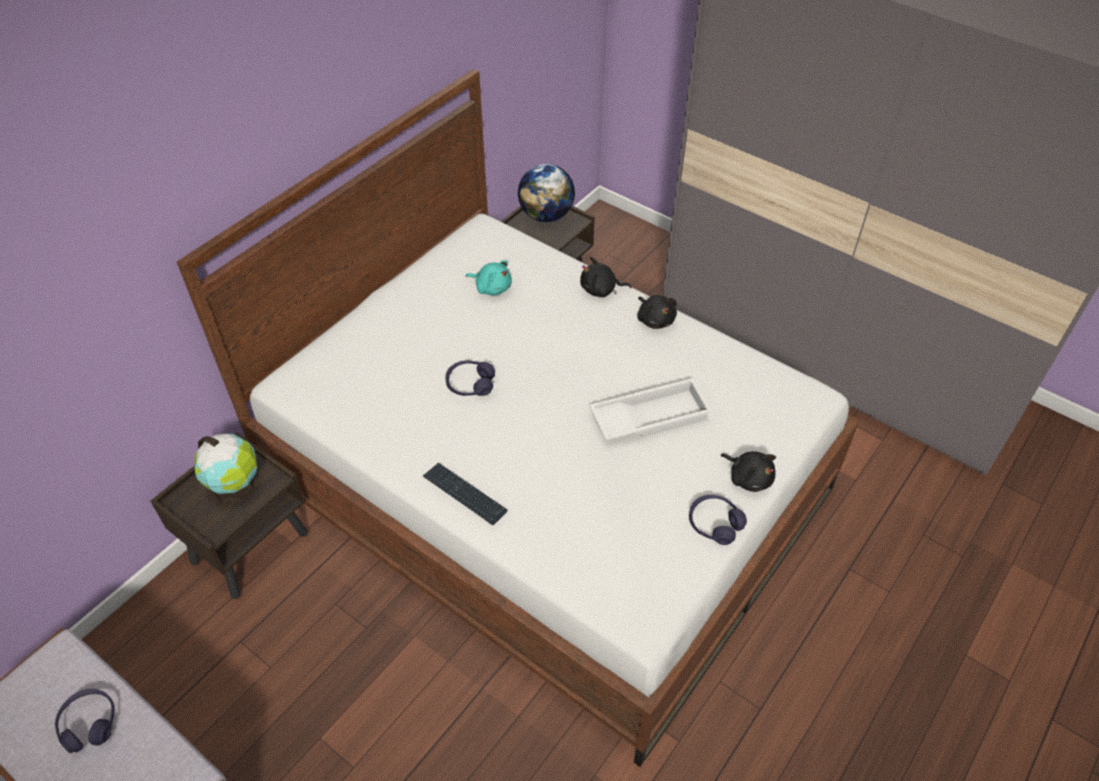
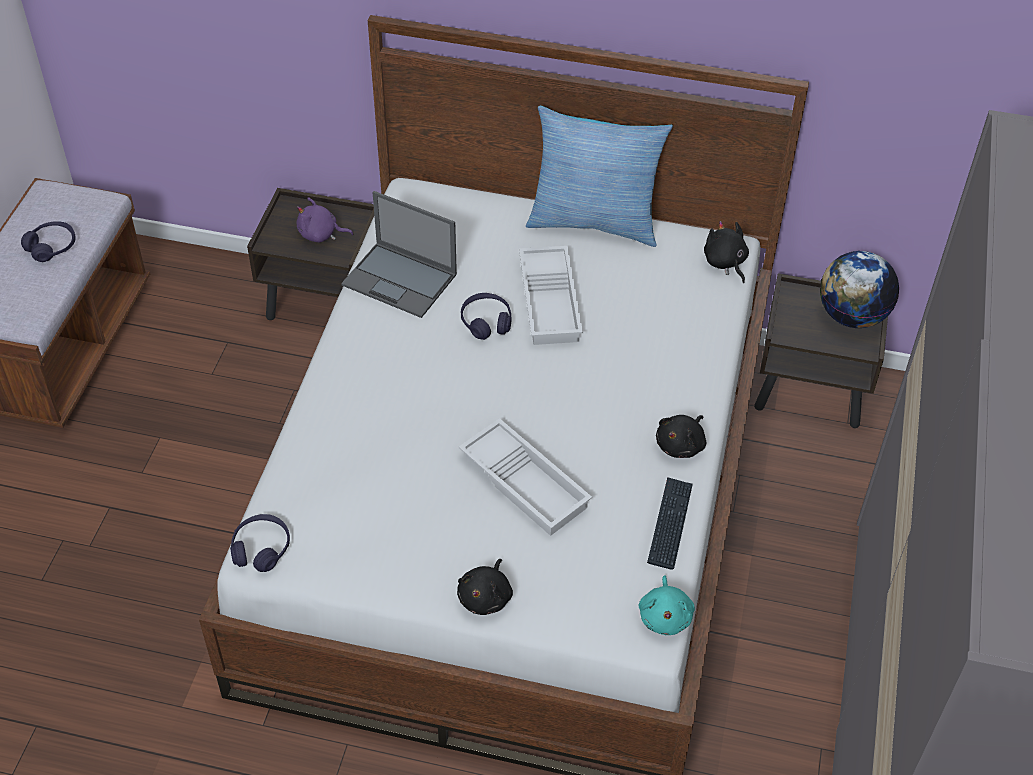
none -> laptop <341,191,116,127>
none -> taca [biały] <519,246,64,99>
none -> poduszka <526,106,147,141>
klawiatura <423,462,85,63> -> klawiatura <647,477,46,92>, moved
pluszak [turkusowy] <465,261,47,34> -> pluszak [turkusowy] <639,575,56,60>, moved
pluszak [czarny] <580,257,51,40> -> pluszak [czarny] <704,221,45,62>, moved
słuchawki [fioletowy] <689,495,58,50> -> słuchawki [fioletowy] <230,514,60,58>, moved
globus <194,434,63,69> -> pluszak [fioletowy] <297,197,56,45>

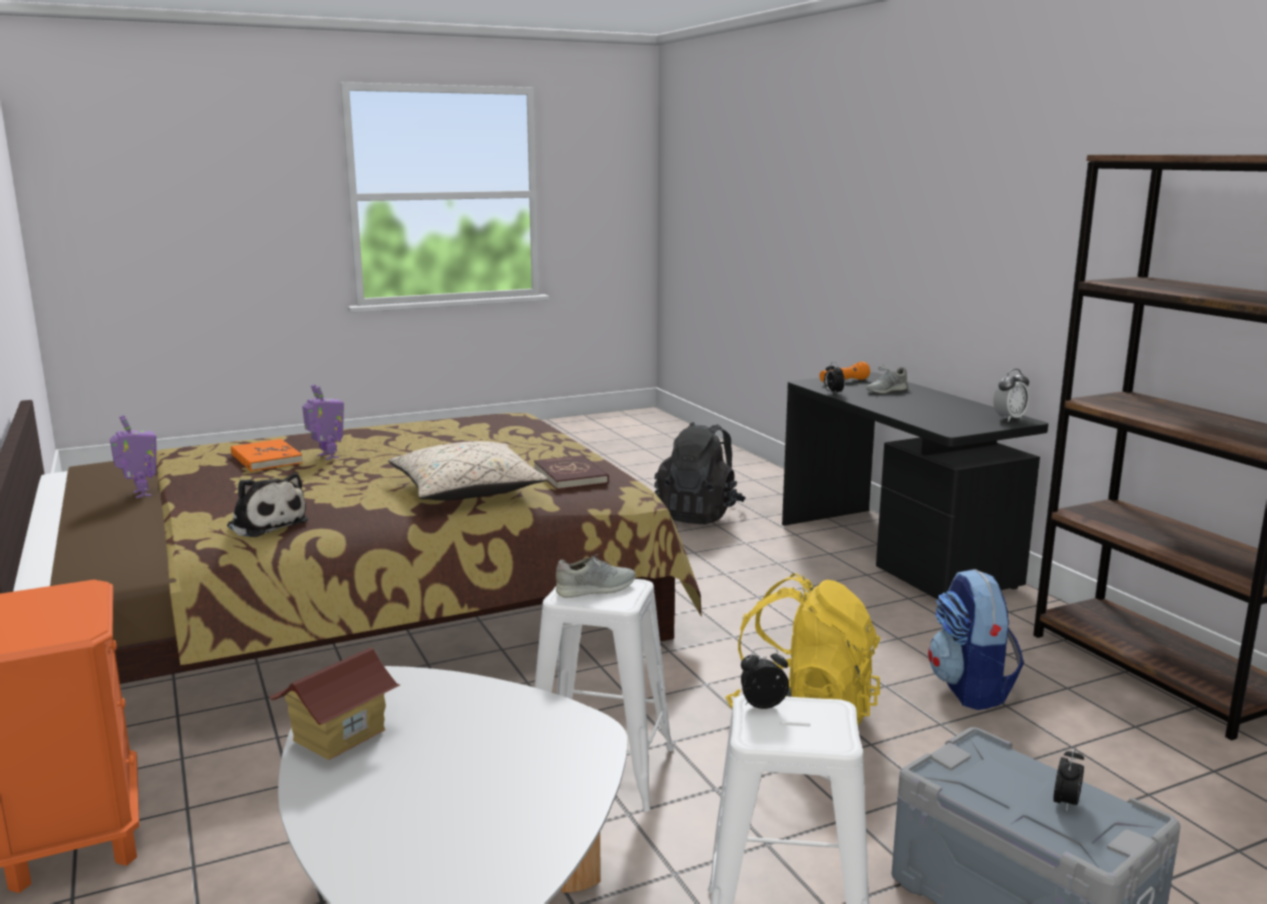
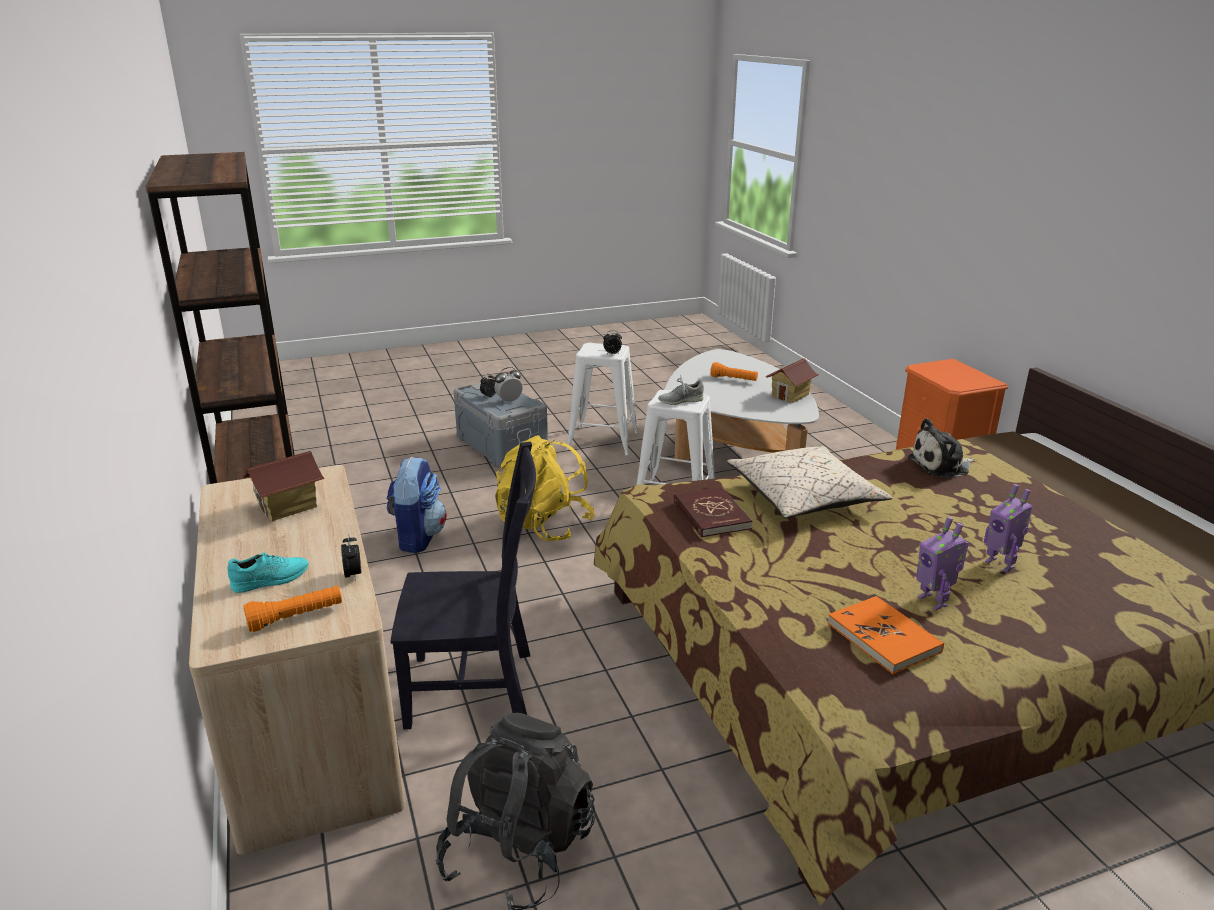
none -> domek <241,451,84,70>
none -> krzesło [czarny] <390,442,146,287>
none -> latarka [pomarańczowy] <710,362,48,19>
robot zabawkowy <110,415,47,83> -> robot zabawkowy <916,517,53,93>, moved
książka [pomarańczowy] <231,439,72,33> -> książka [pomarańczowy] <827,596,117,78>, moved
budzik <993,369,37,53> -> budzik <495,367,28,36>, moved
biurko [czarny] <782,372,266,227> -> biurko [beżowy] <189,465,216,390>
but [szary] <867,362,40,32> -> but [turkusowy] <227,552,81,41>
pluszak <227,473,81,64> -> pluszak <908,418,66,60>, 60 degrees counterclockwise

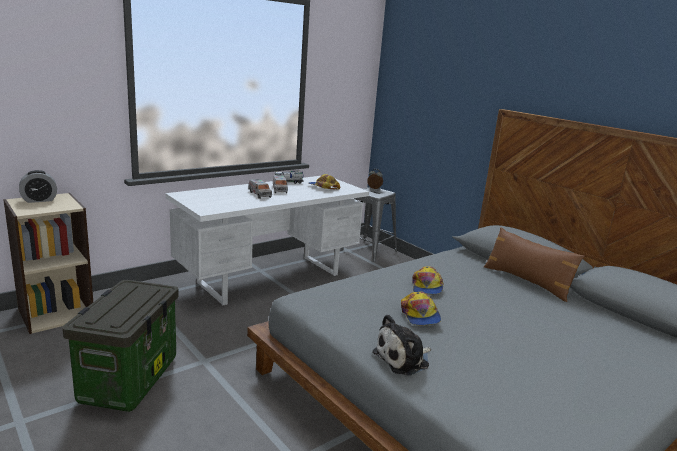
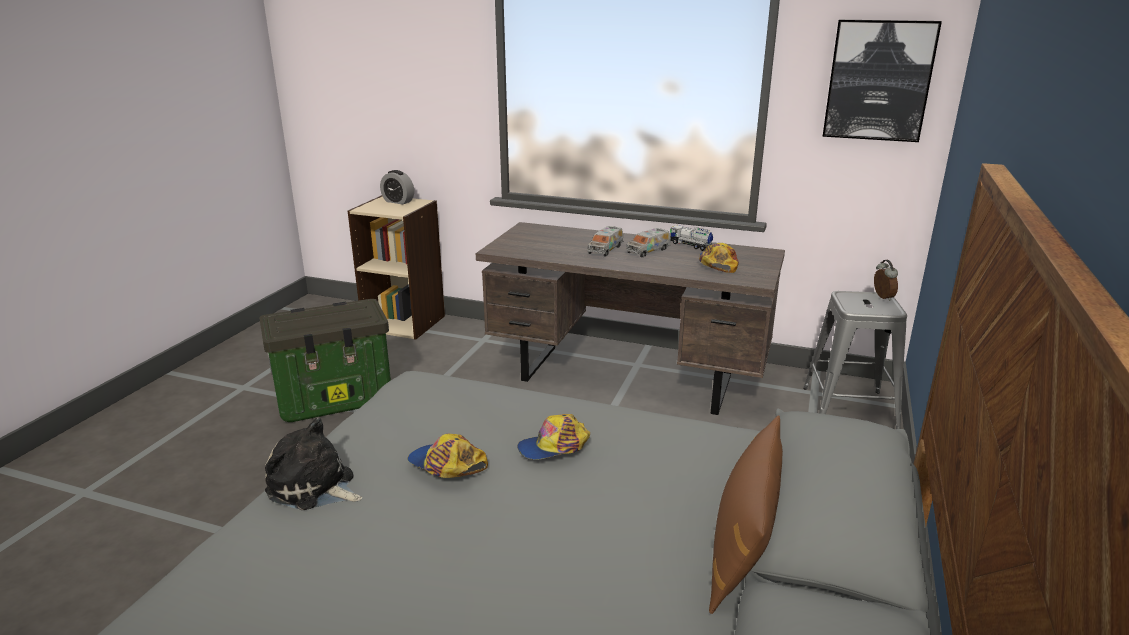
none -> obraz <822,20,120,122>
biurko [biały] <166,176,203,129> -> biurko [brązowy] <476,222,309,193>
czapka z daszkiem <401,292,40,34> -> czapka z daszkiem <407,434,81,44>, 75 degrees clockwise

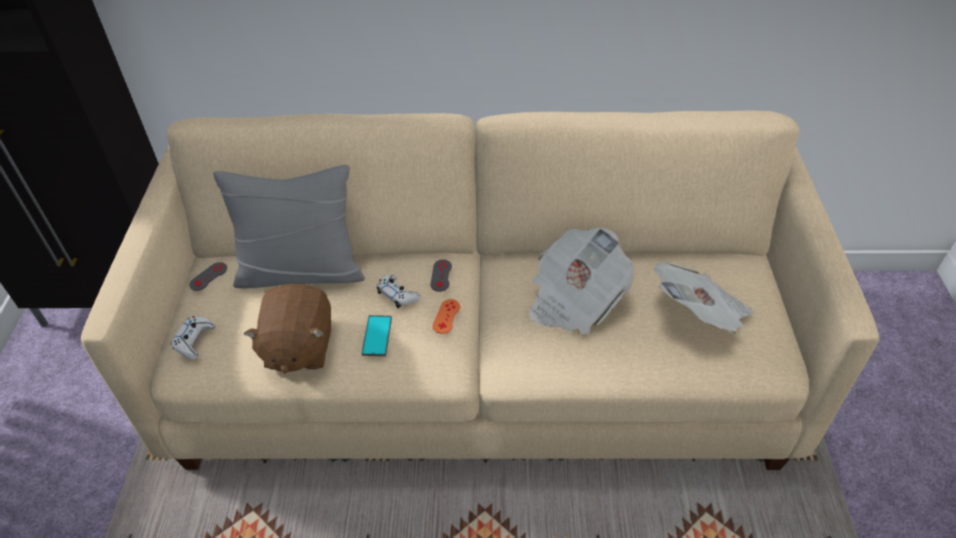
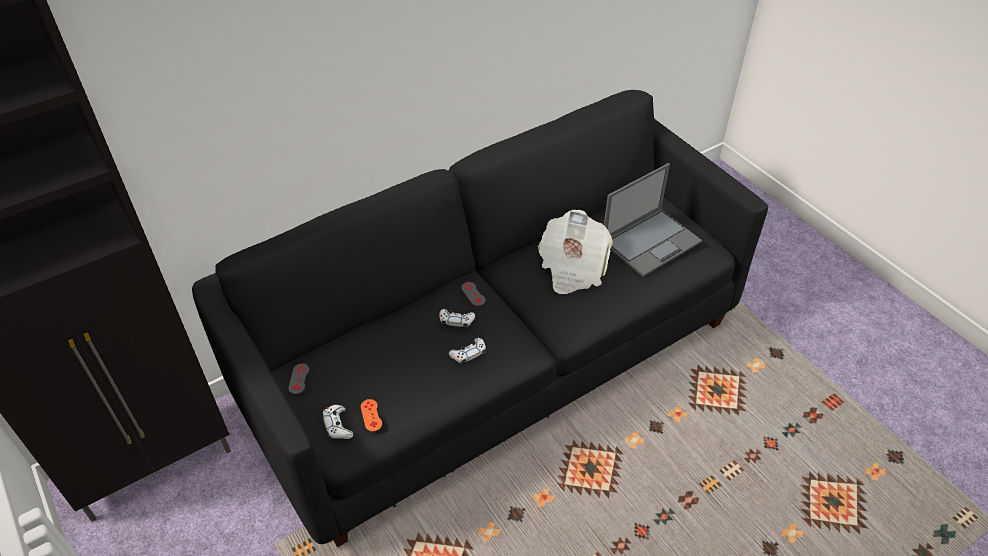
poduszka [szary] <213,165,152,123> -> none
pluszak [brązowy] <244,283,87,91> -> none
pad do gier [pomarańczowy] <433,299,27,35> -> pad do gier [pomarańczowy] <361,399,21,33>, moved
telefon <362,315,30,41> -> pad do gier [biały] <449,338,37,27>
gazeta <654,261,100,72> -> laptop <604,163,98,114>
kanapa [beżowy] <81,110,798,360> -> kanapa [czarny] <192,90,576,457>

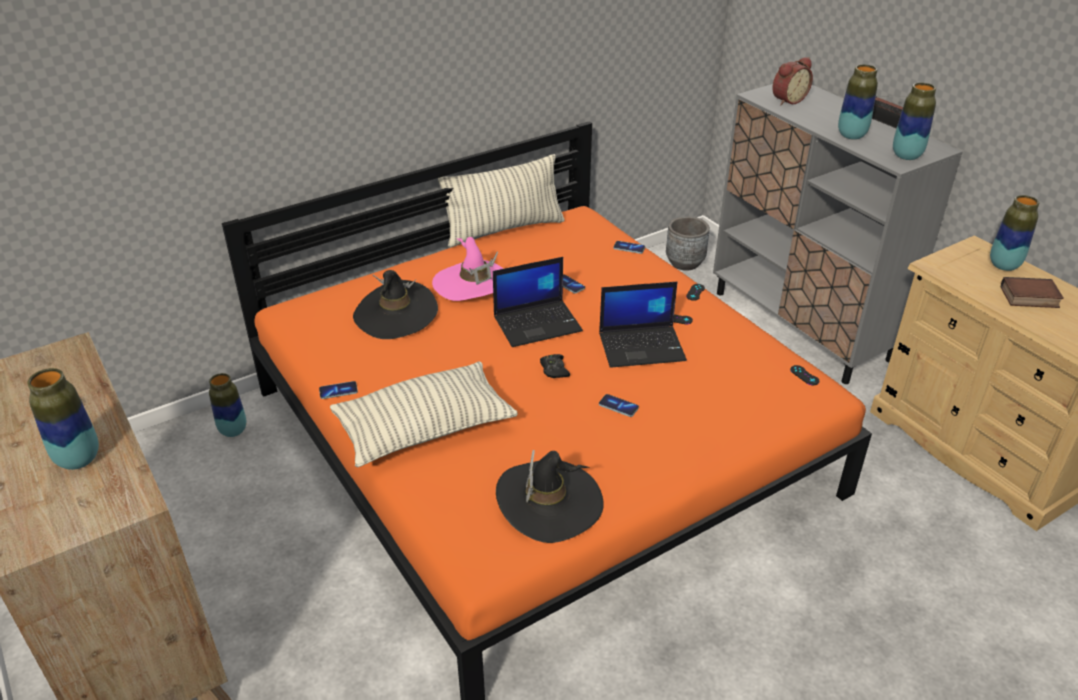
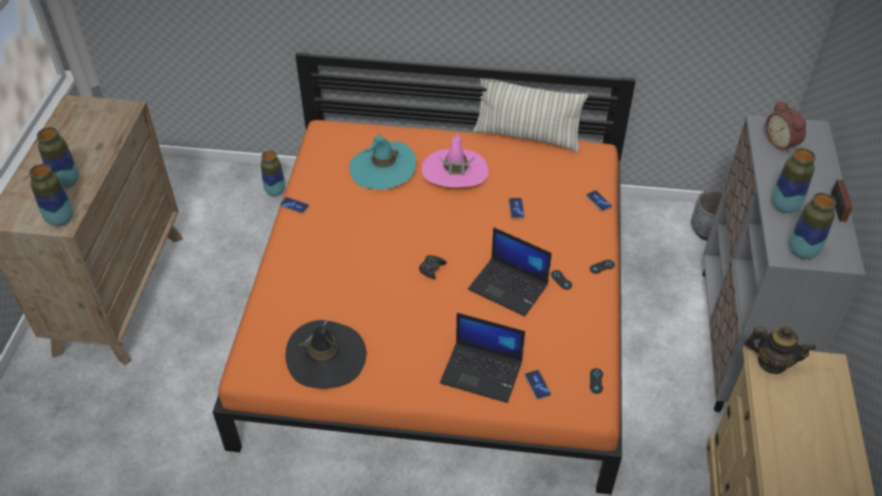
poduszka <330,361,188,106> -> none
książka <1001,277,63,31> -> none
none -> imbryk <745,326,71,48>
laptop <493,257,90,90> -> laptop <440,313,85,90>, moved
telefon <599,394,40,23> -> telefon <525,370,26,30>, moved
wazon <990,195,49,76> -> wazon <29,164,44,62>, moved
kapelusz [czarny] <353,270,85,69> -> kapelusz [turkusowy] <349,133,67,57>
budzik <773,57,40,49> -> budzik <765,100,41,53>, 60 degrees clockwise

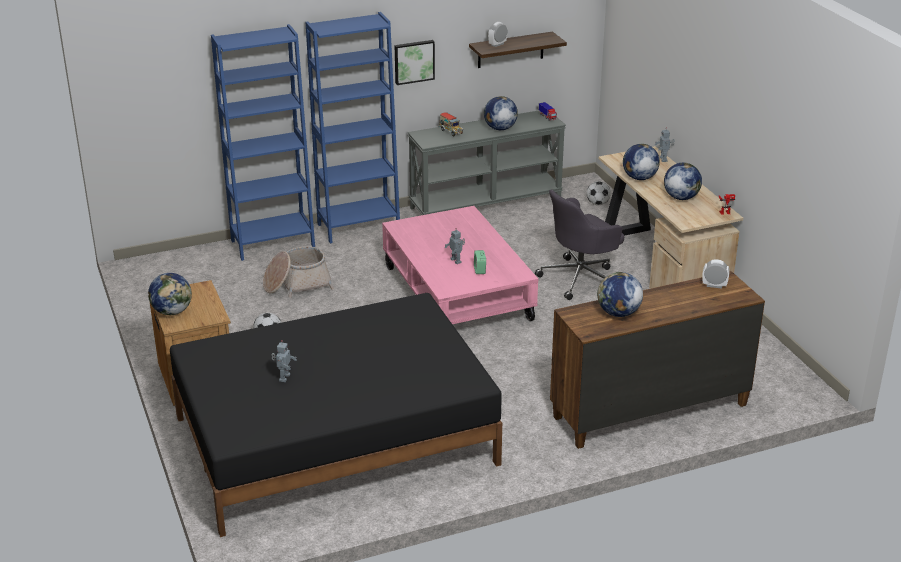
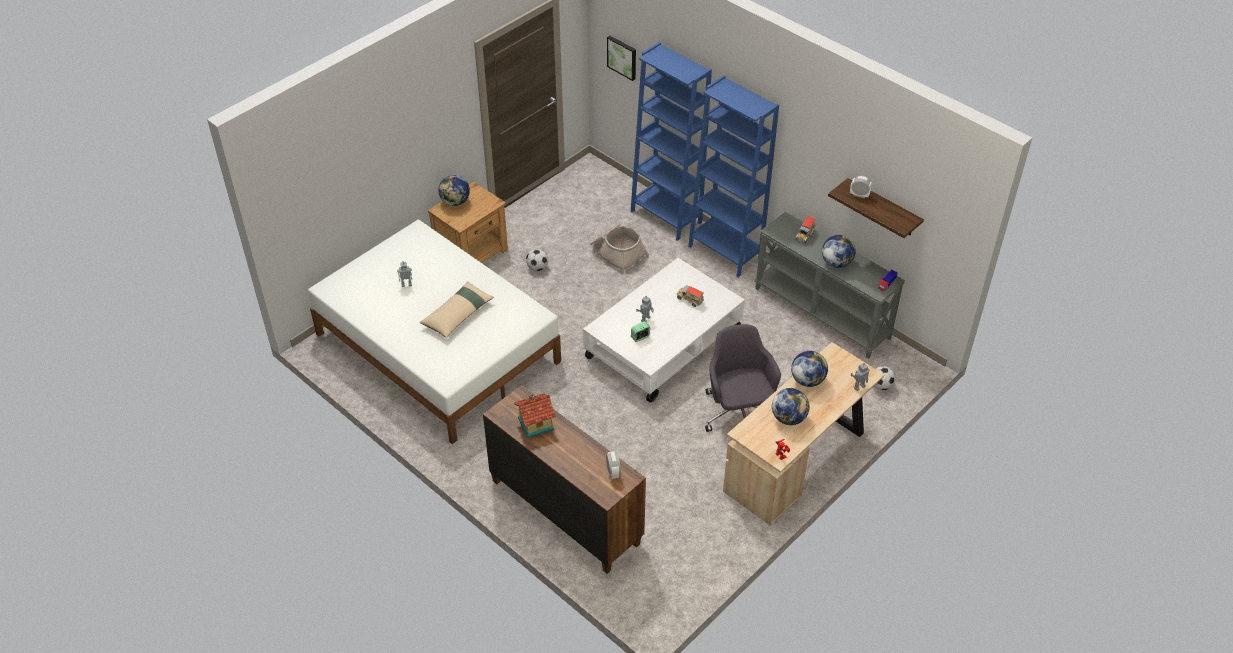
none -> poduszka [beżowy] <420,282,74,56>
none -> ciężarówka zabawkowa <676,285,28,22>
obraz <395,40,40,45> -> obraz <607,36,29,45>, moved
globus <597,272,46,45> -> domek <514,394,42,44>
łóżko [czarny] <170,293,332,244> -> łóżko [biały] <308,220,253,224>
ława [różowy] <382,206,156,118> -> ława [biały] <583,258,162,145>
krzesło biurowe [szary] <535,189,89,111> -> krzesło biurowe [szary] <705,324,76,108>, 45 degrees clockwise

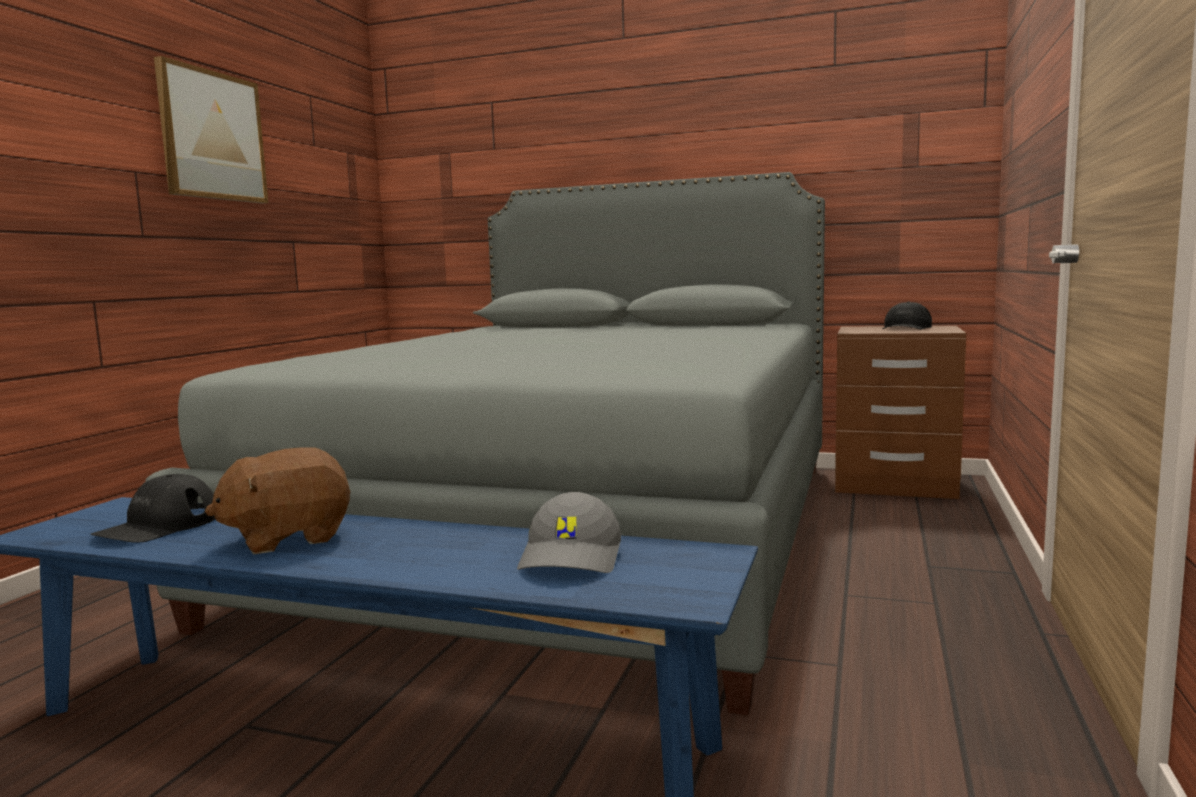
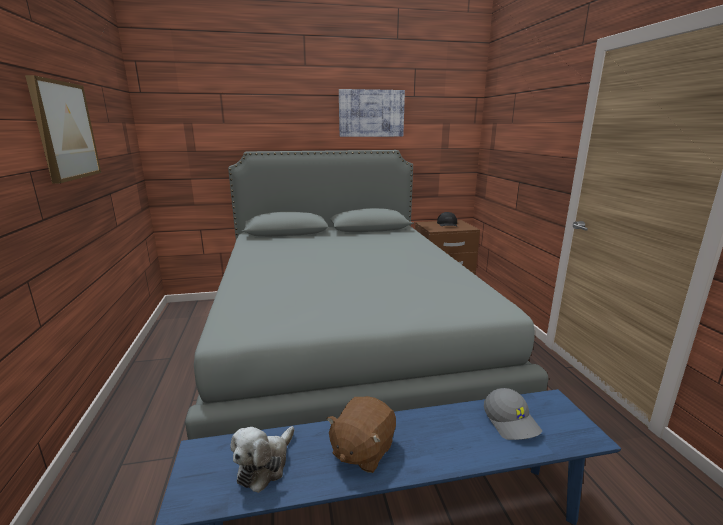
none -> obraz <339,89,66,48>
czapka z daszkiem [czarny] <91,474,124,69> -> pluszak <230,426,64,67>

